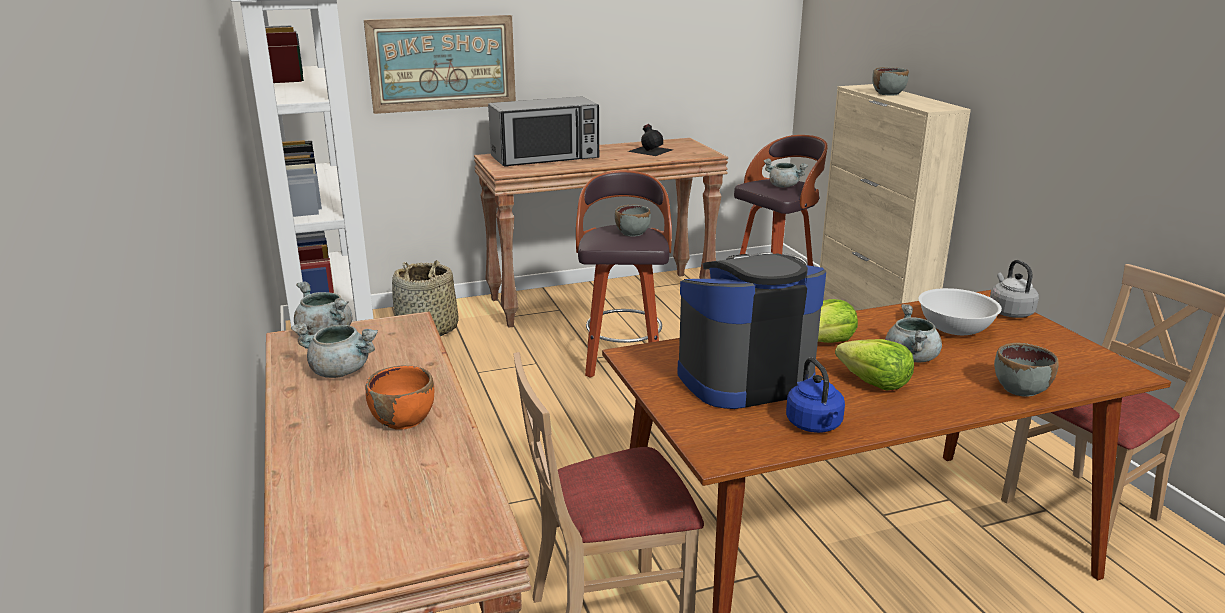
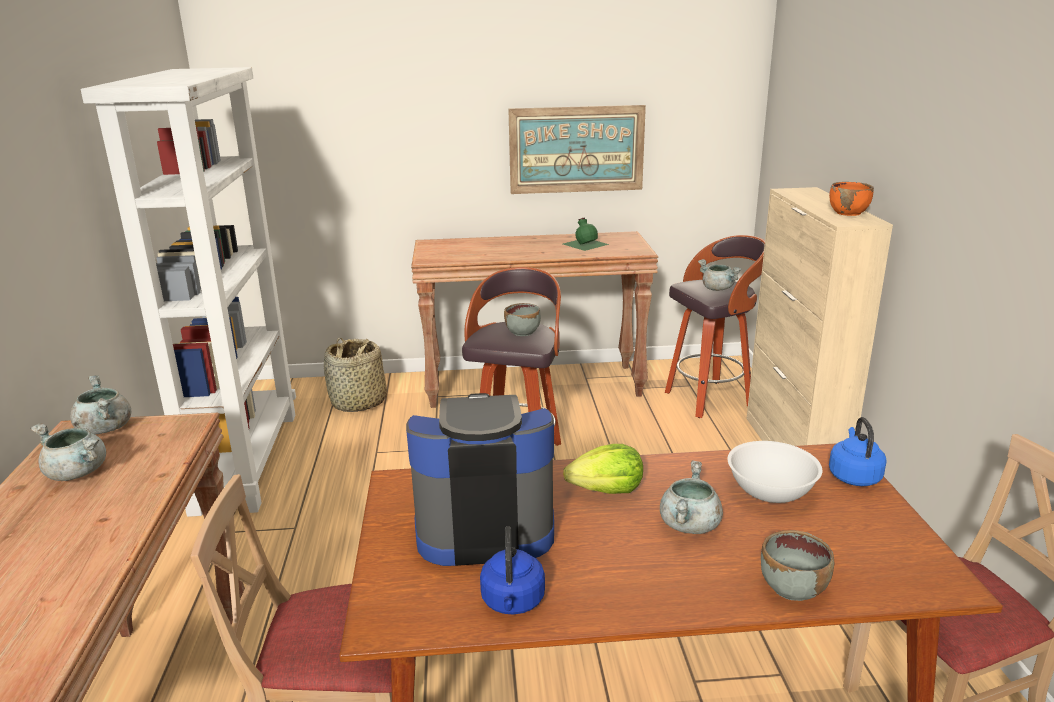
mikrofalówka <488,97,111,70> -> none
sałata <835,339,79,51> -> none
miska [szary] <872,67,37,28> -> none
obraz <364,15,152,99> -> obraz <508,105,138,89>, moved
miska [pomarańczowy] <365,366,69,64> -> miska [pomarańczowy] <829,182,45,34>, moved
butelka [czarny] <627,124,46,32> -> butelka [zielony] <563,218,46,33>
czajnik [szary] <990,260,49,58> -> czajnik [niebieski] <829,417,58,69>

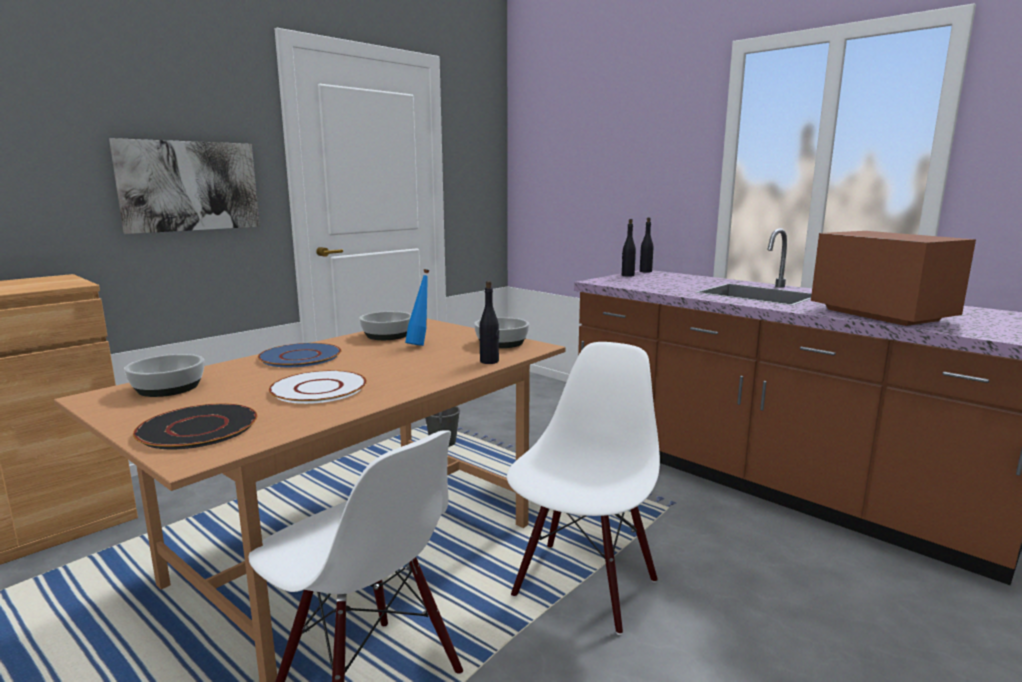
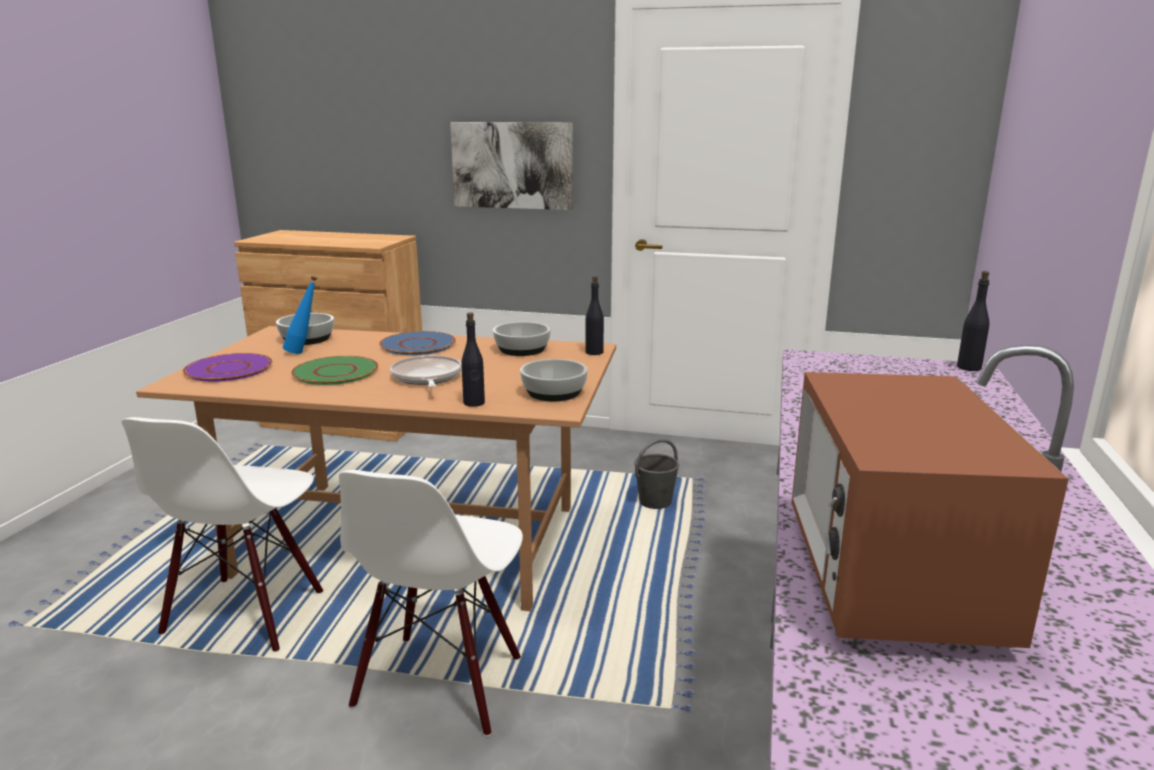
none -> patelnia <390,355,72,33>
butelka [niebieski] <405,269,24,77> -> butelka [niebieski] <283,276,34,78>, moved
butelka [czarny] <622,219,14,58> -> butelka [czarny] <585,276,19,79>, moved
talerz [czarny] <133,403,124,46> -> talerz [fioletowy] <183,353,89,29>
talerz [biały] <269,370,98,34> -> talerz [zielony] <291,356,87,29>
krzesło [biały] <507,342,153,293> -> krzesło [biały] <339,470,184,267>, 105 degrees clockwise
mikrofalówka <811,231,165,95> -> mikrofalówka <792,372,277,276>, 150 degrees clockwise

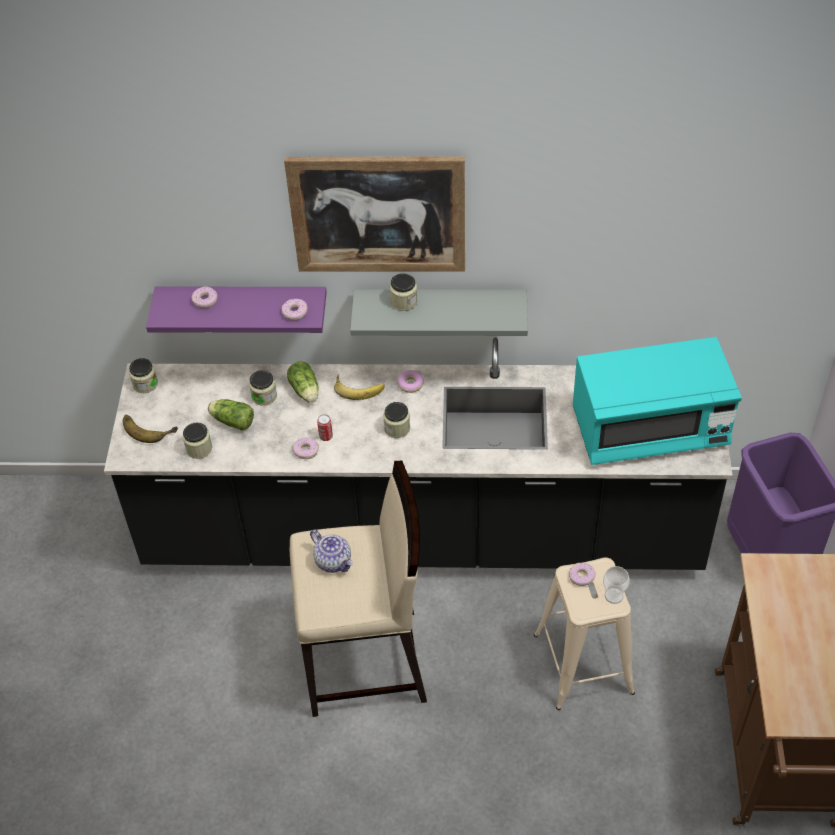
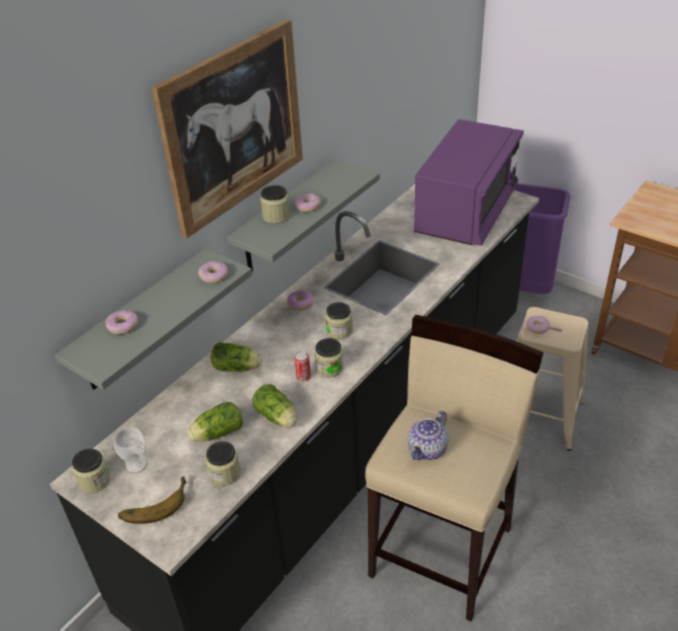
banan <334,375,51,25> -> none
none -> sałata <252,384,45,44>
słoik <249,370,28,36> -> słoik <314,338,29,39>, moved
donut <293,437,26,22> -> donut <295,193,26,19>, moved
filiżanka <603,566,27,38> -> filiżanka <114,428,34,46>, moved
półka [fioletowy] <146,287,181,46> -> półka [szary] <55,248,197,142>
mikrofalówka [turkusowy] <573,337,169,128> -> mikrofalówka [fioletowy] <414,119,110,127>
imbryk <310,529,43,44> -> imbryk <408,411,40,49>, 135 degrees clockwise

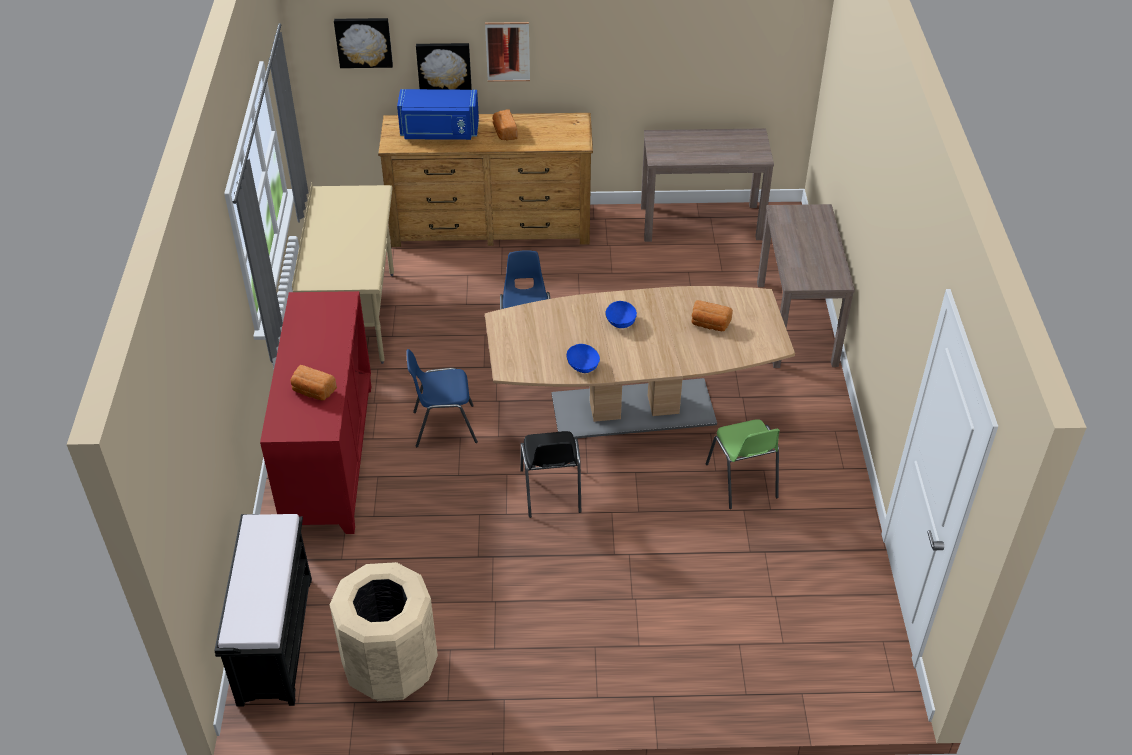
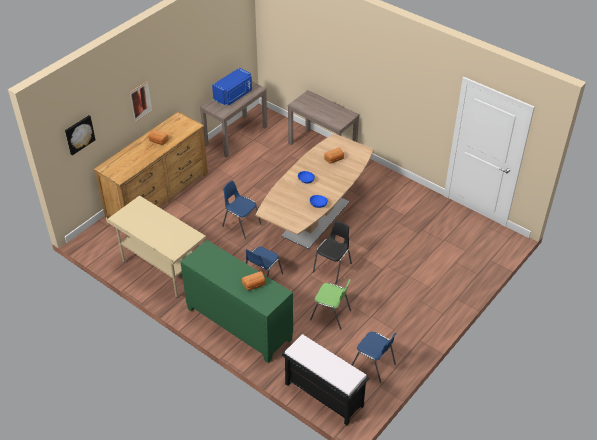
obraz <416,43,56,47> -> none
mikrofalówka [niebieski] <397,89,82,51> -> mikrofalówka [niebieski] <212,68,40,38>, moved
krzesło [zielony] <706,419,74,90> -> krzesło [zielony] <310,279,41,51>, moved
kosz na śmieci [beżowy] <330,562,108,139> -> krzesło [niebieski] <352,331,45,52>
szafka [czerwony] <260,291,111,243> -> szafka [zielony] <180,240,113,123>
krzesło [czarny] <520,431,61,87> -> krzesło [czarny] <313,221,39,63>, 90 degrees counterclockwise

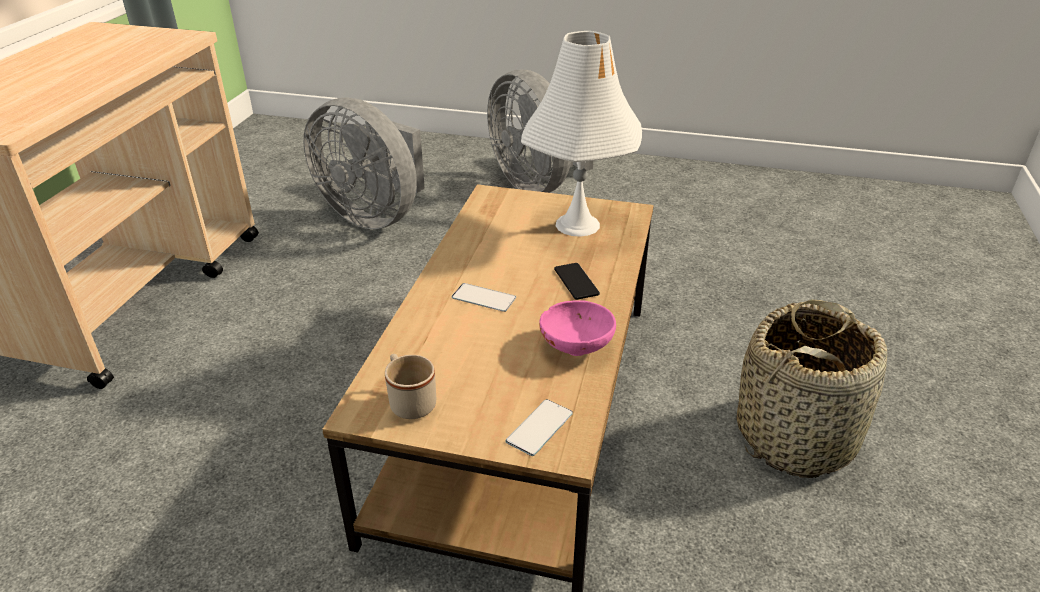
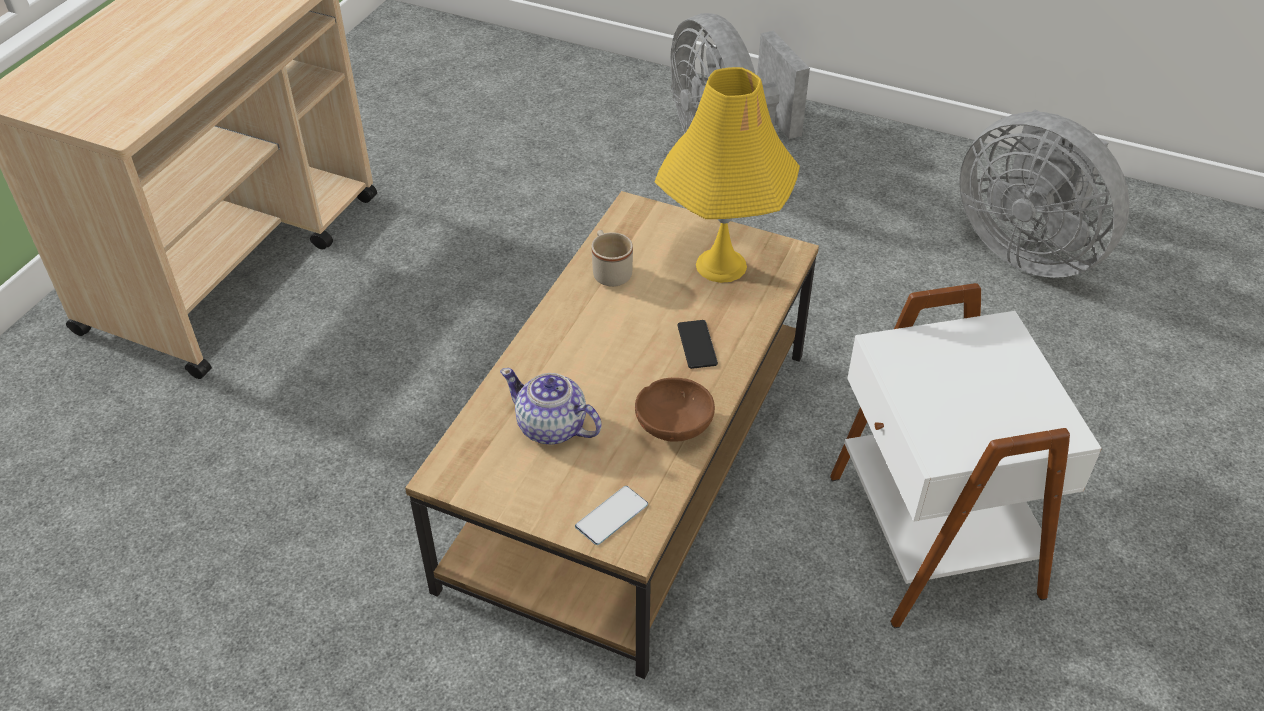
telefon <452,283,64,29> -> none
none -> imbryk <500,368,102,77>
wentylator [szary] <304,97,121,132> -> wentylator [szary] <959,110,171,168>, moved
kubek [beżowy] <385,354,51,65> -> kubek [beżowy] <591,230,42,57>, moved
koszyk <737,300,150,178> -> stolik [biały] <830,283,272,345>
lampa stołowa [biały] <521,31,121,206> -> lampa stołowa [żółty] <655,67,145,216>
miska [różowy] <539,300,77,56> -> miska [brązowy] <635,378,80,64>

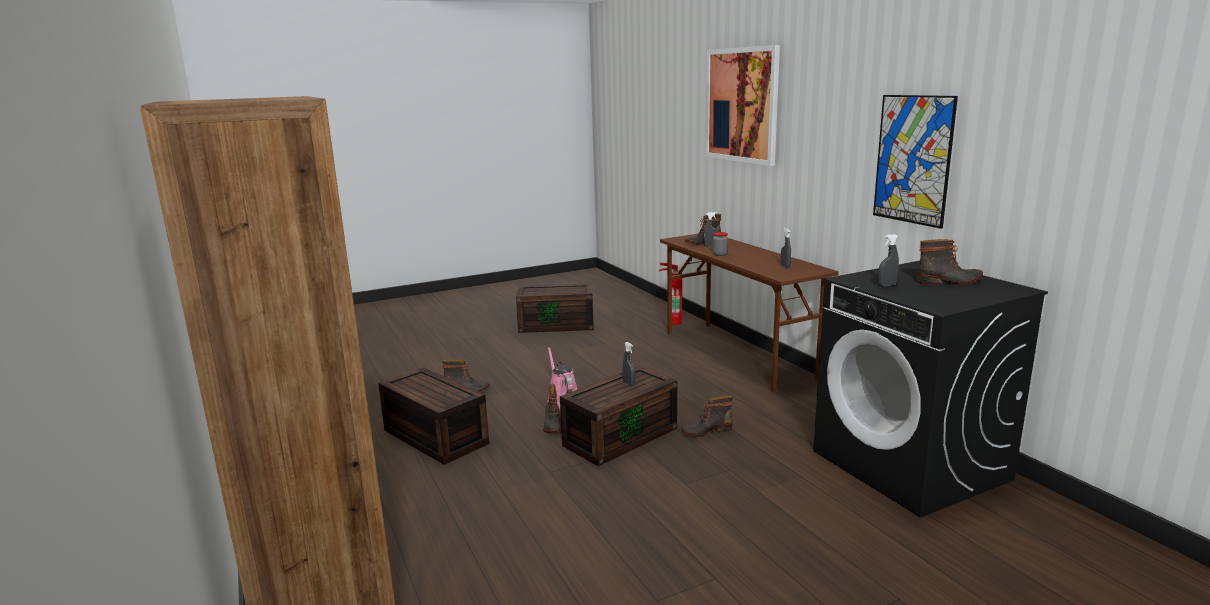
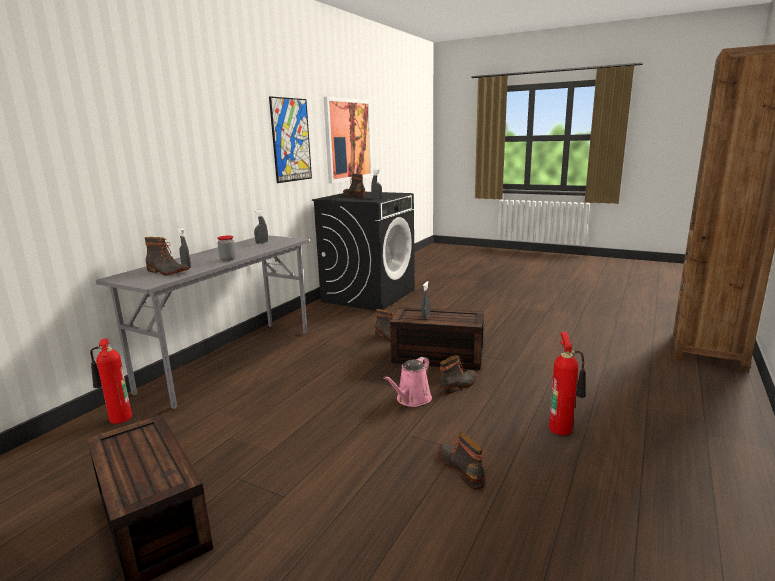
obraz <706,45,74,121> -> obraz <324,97,49,86>, moved
pojemnik do przechowywania [brązowy] <378,367,111,98> -> gaśnica <549,332,36,103>
biurko [brązowy] <660,234,179,159> -> biurko [szary] <96,235,213,174>

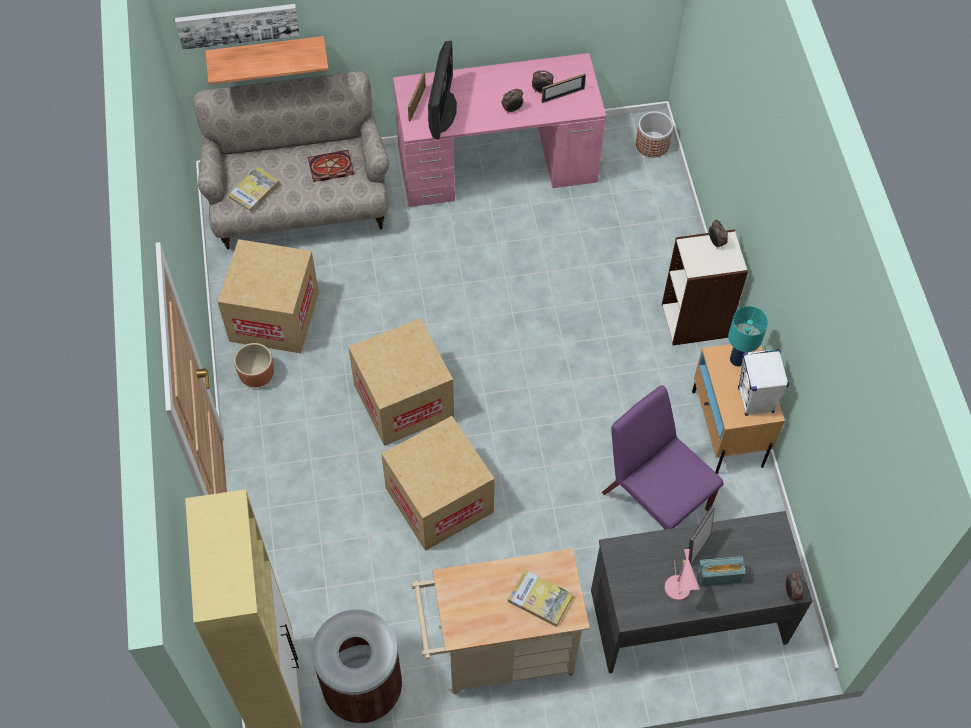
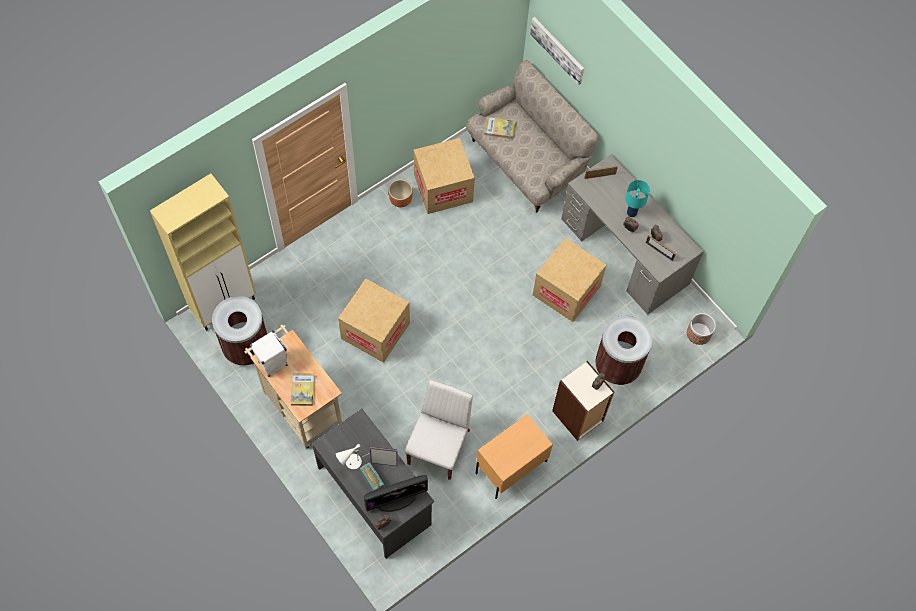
półka <205,36,124,49> -> none
książka <308,150,46,32> -> none
none -> kosz na śmieci [brązowy] <595,316,58,69>
karton <348,318,106,128> -> karton <533,238,74,84>, moved
monitor <428,41,29,98> -> monitor <364,475,64,37>, moved
lampa stołowa [turkusowy] <728,306,40,61> -> lampa stołowa [turkusowy] <625,180,25,37>, moved
głośnik [biały] <738,349,51,67> -> głośnik [biały] <250,330,37,47>, moved
biurko [różowy] <393,53,213,154> -> biurko [szary] <561,154,143,161>
krzesło [fioletowy] <602,385,122,145> -> krzesło [biały] <405,380,68,100>
lampa stołowa [różowy] <665,549,35,51> -> lampa stołowa [biały] <336,444,34,26>

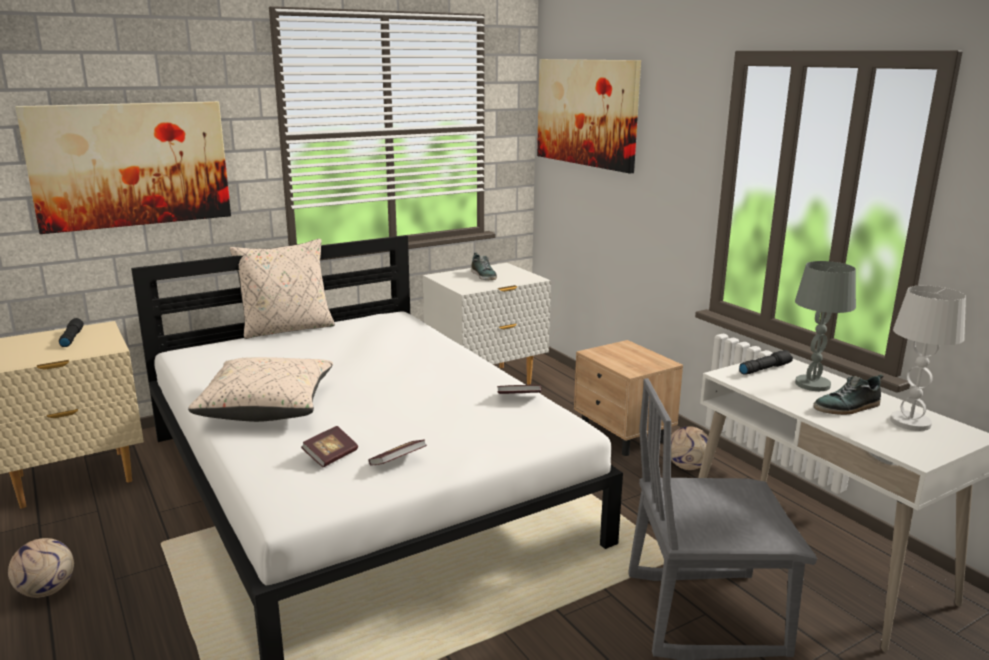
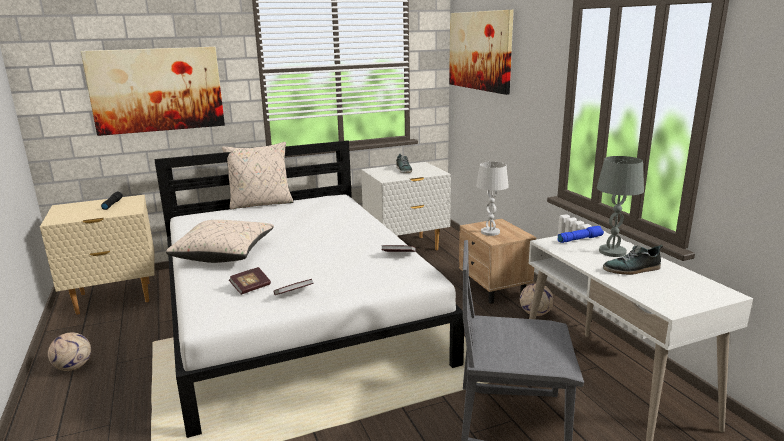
lampa stołowa [biały] <890,286,76,145> -> lampa stołowa [biały] <476,162,33,74>, moved
latarka [czarny] <739,350,54,25> -> latarka [niebieski] <557,226,47,17>

